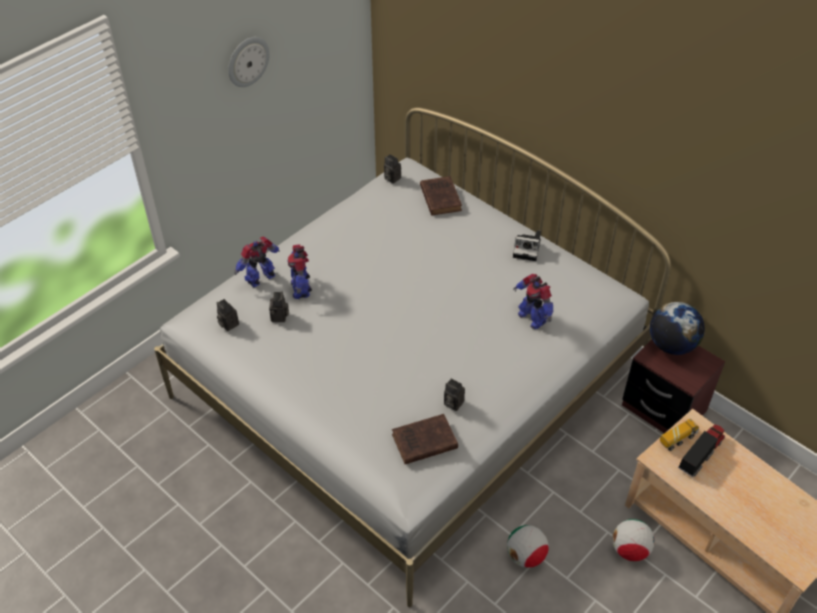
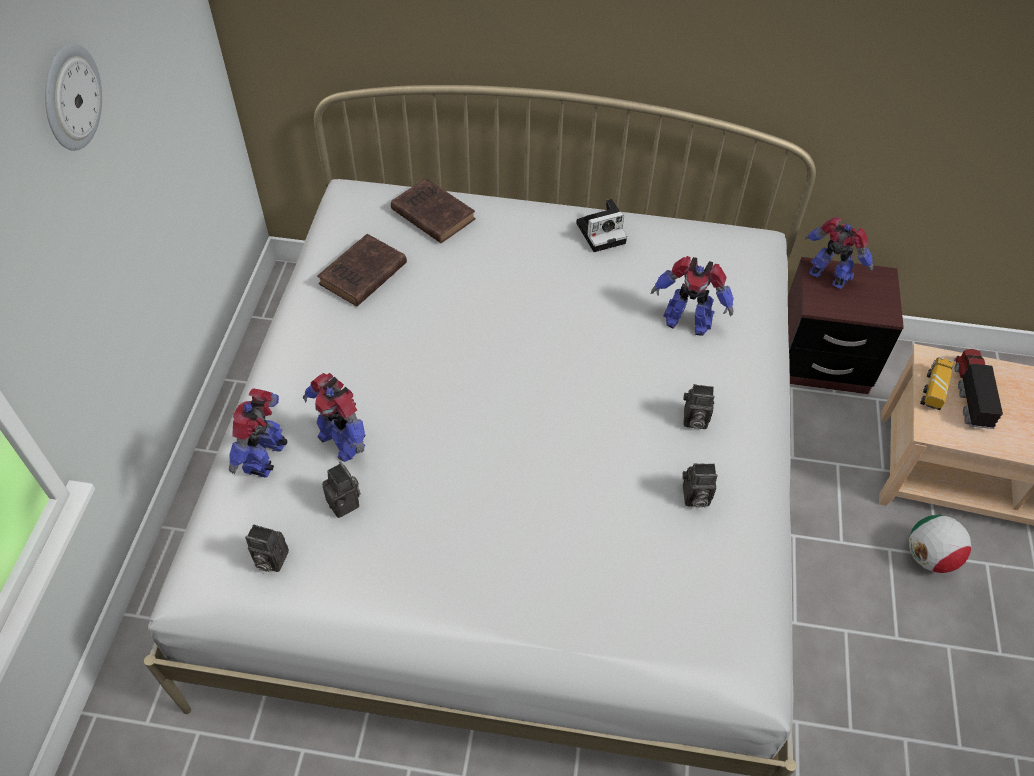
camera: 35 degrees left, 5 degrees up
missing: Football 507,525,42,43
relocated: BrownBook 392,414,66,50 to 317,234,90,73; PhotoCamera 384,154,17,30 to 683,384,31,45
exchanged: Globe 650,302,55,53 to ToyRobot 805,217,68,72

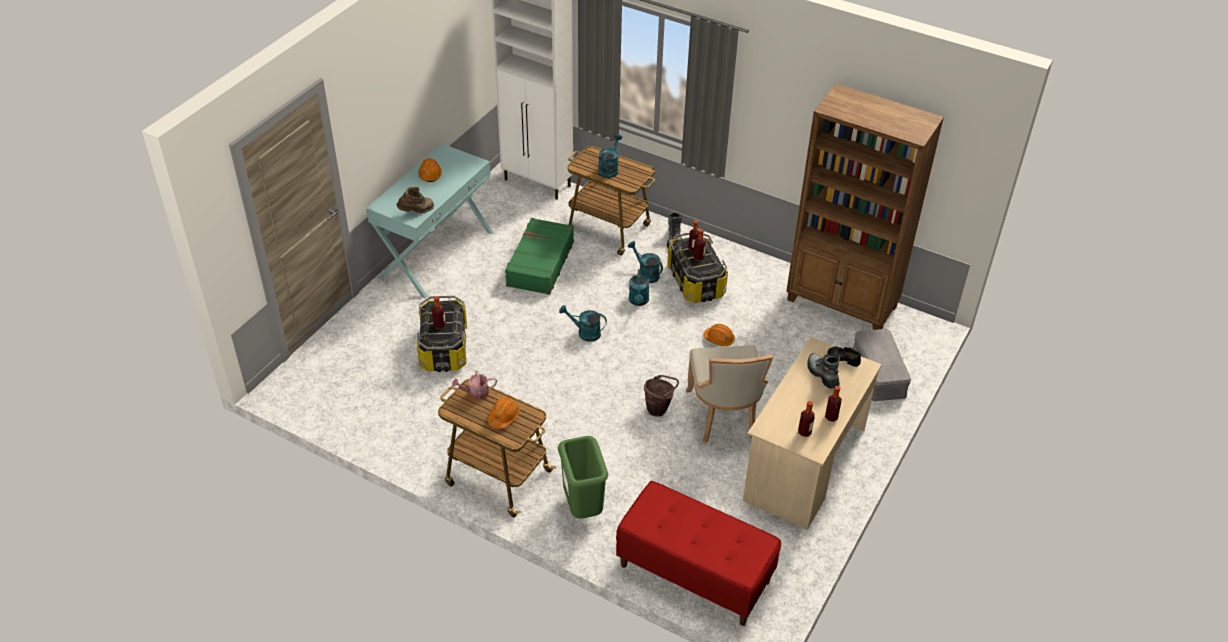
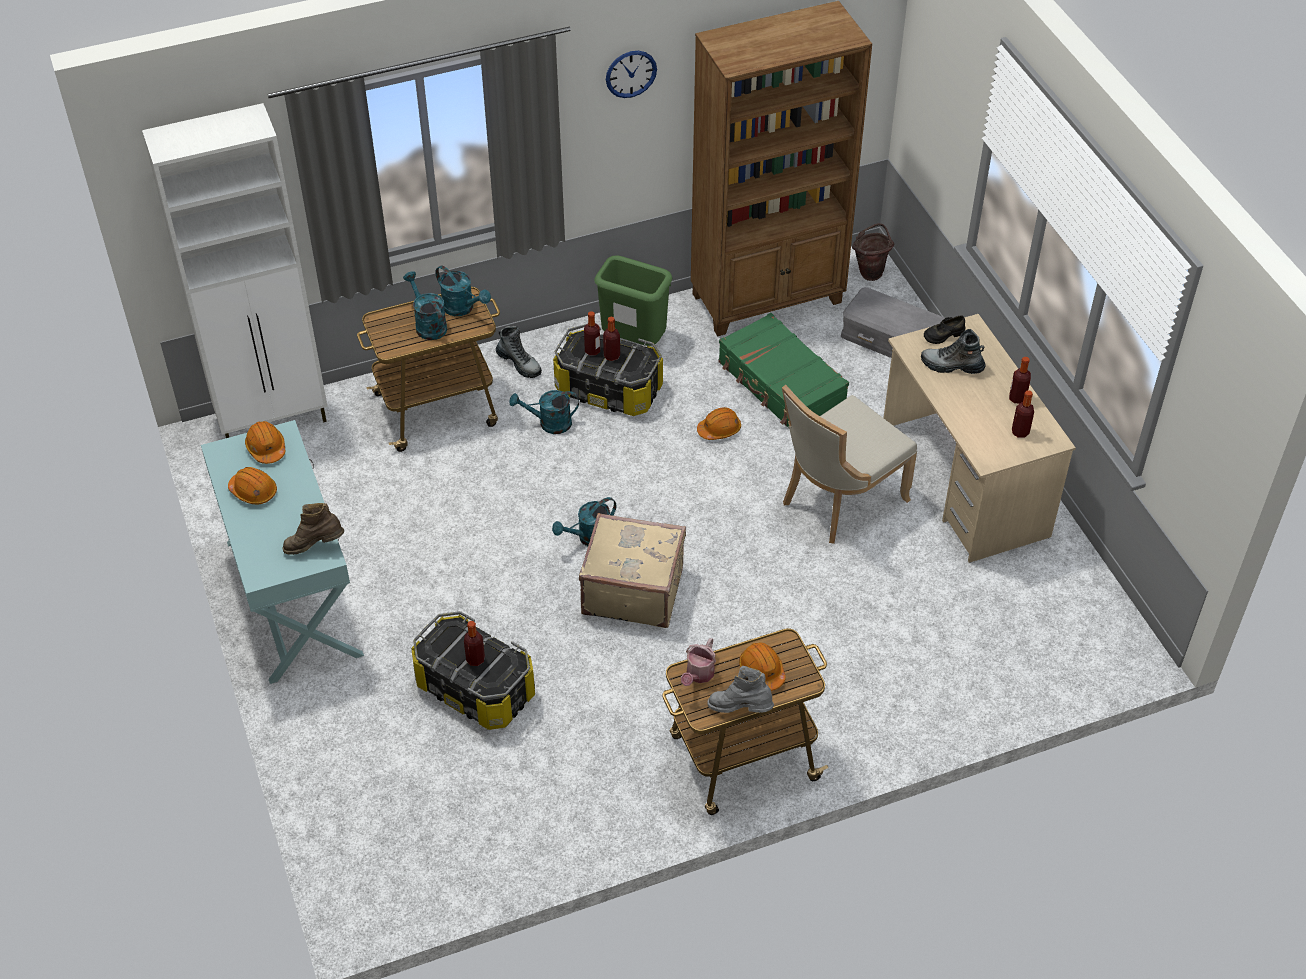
camera: 50 degrees left, 5 degrees up
missing: RedBench 616,481,165,145
appeared: OrangeHardHat 245,421,40,43; BeigeSuitcase 579,513,107,115; WallClock 606,51,51,47; GreyBoot 707,666,67,47
relocated: TurquoiseWateringCan 629,269,20,37 to 435,266,56,50; GreenTrashCan 558,436,50,83 to 594,255,78,91; GreenSuitcase 505,218,69,77 to 718,313,131,114; BrownBucket 644,375,35,42 to 852,223,42,58
spun: BrownBoot 396,187,38,26 = 283,503,61,52 105 degrees counterclockwise; BeigeChair 686,345,87,98 = 782,385,135,159 105 degrees clockwise

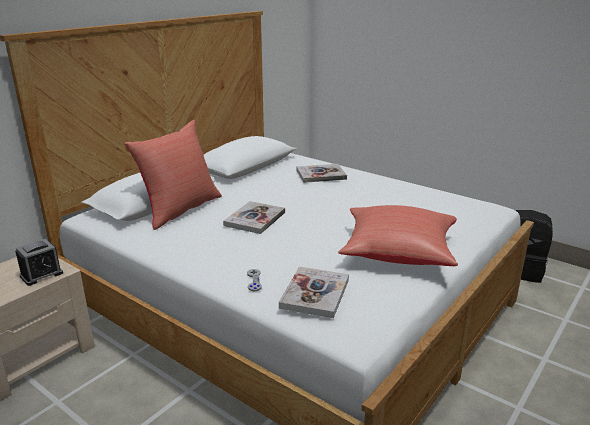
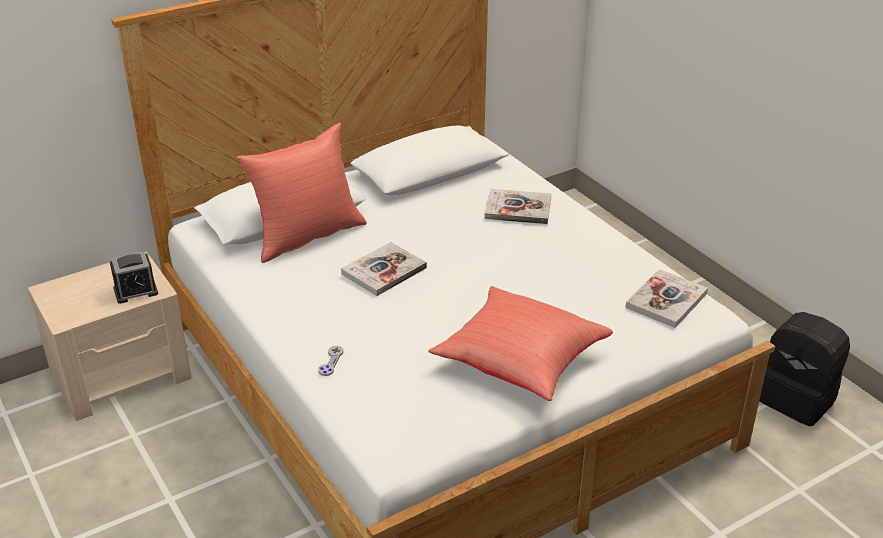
camera: 20 degrees right, 10 degrees up
relocated: Book 279,267,70,51 to 625,269,83,59

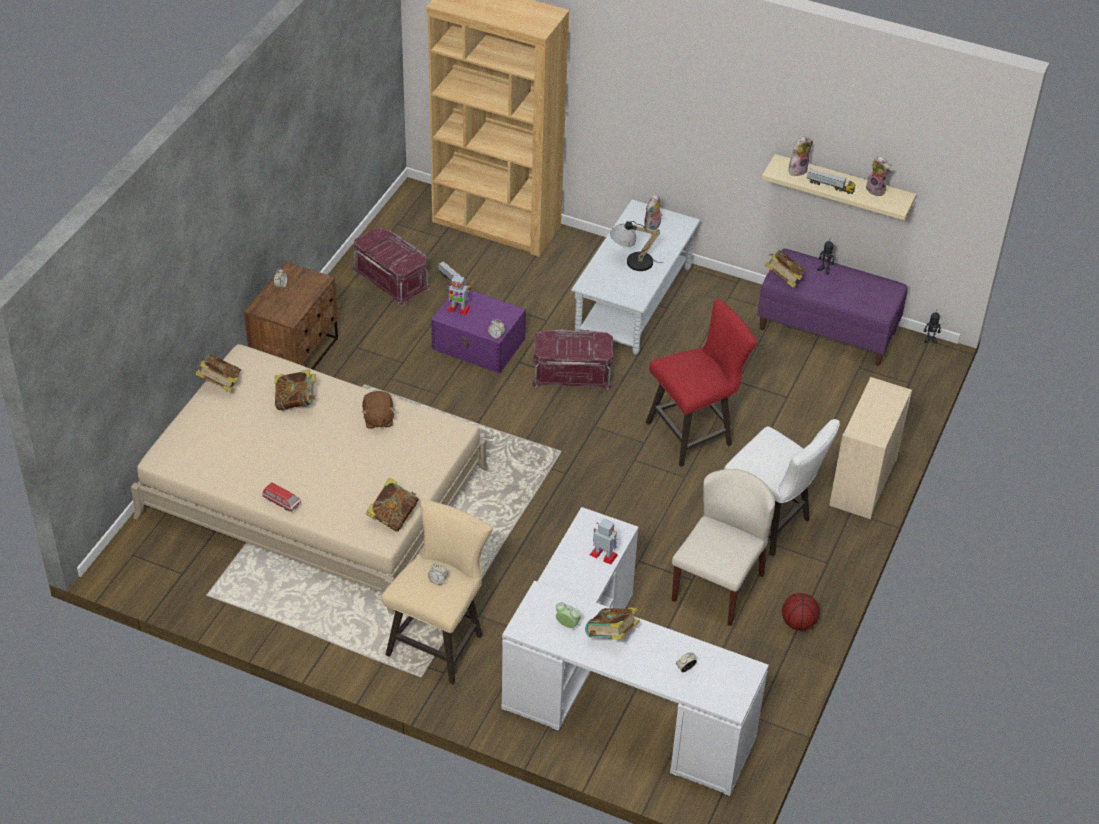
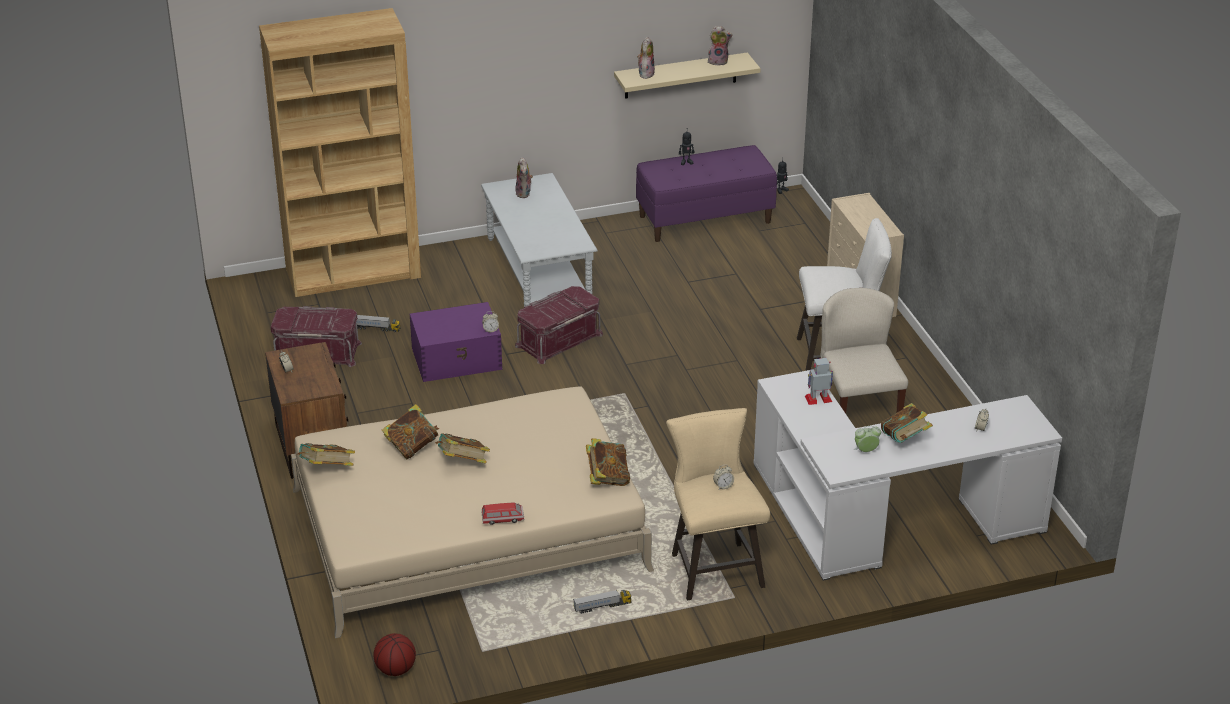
camera: 40 degrees left, 10 degrees down
missing: BrownPlushToy 362,391,34,38; ToyRobot 447,275,24,40; TableLamp 610,221,53,50; RedStool 646,299,111,168
relocated: Basketball 782,593,37,37 to 373,633,43,43; Book 765,250,40,38 to 435,433,55,31; ToyTruck 807,168,49,26 to 573,590,59,24

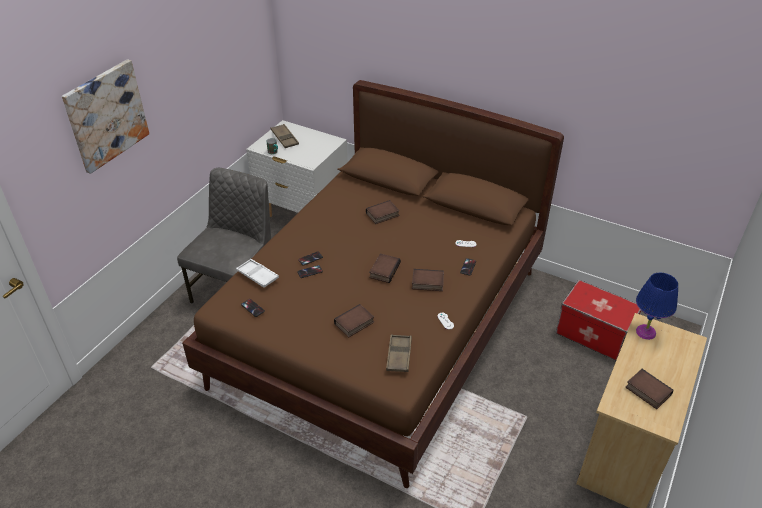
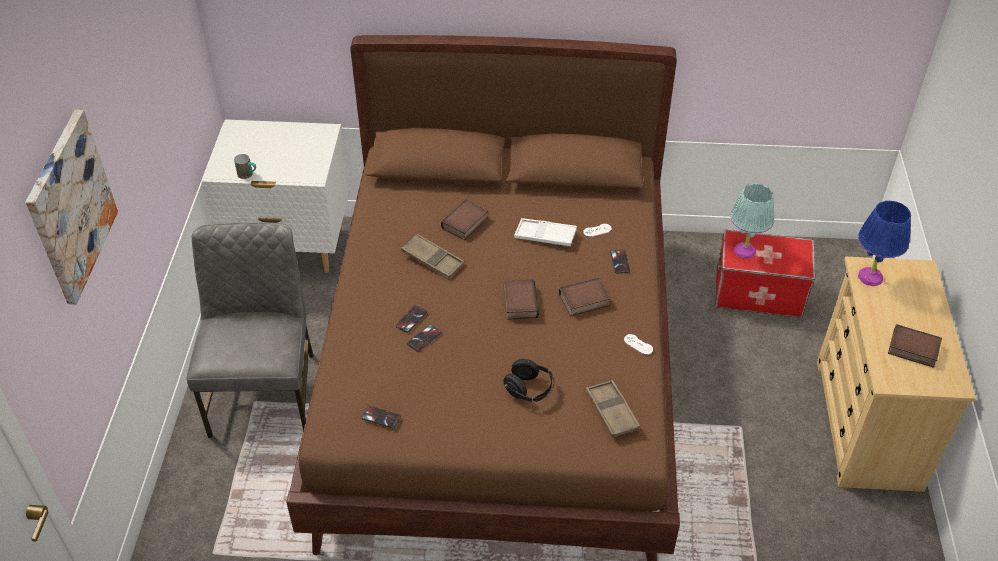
camera: 25 degrees left, 5 degrees up
appeared: TurquoiseTableLamp 731,184,43,75
relocated: BrownTray 271,124,28,24 to 401,234,63,45; WhiteTray 236,259,43,29 to 514,218,63,28
exchanged: Book 334,304,40,34 to BlackHeadphones 503,359,51,43

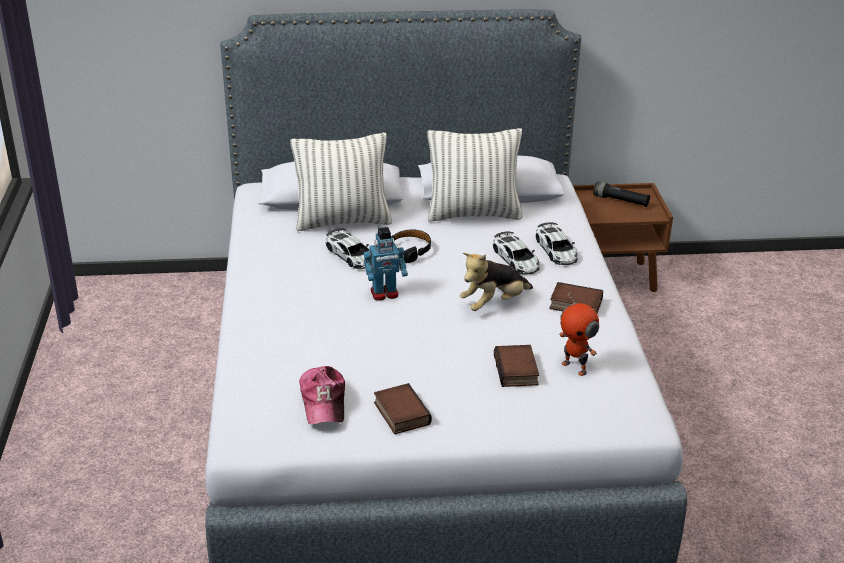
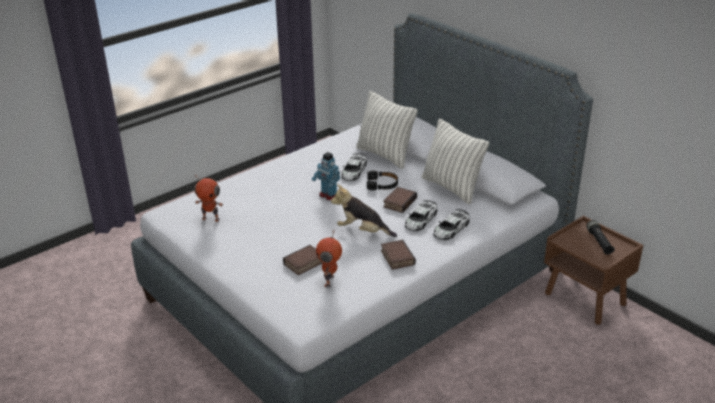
camera: 55 degrees right, 0 degrees up
relocated: Book 374,383,58,51 to 383,187,34,26
exchanged: Cap 299,366,46,58 to ToyRobot 194,174,29,48

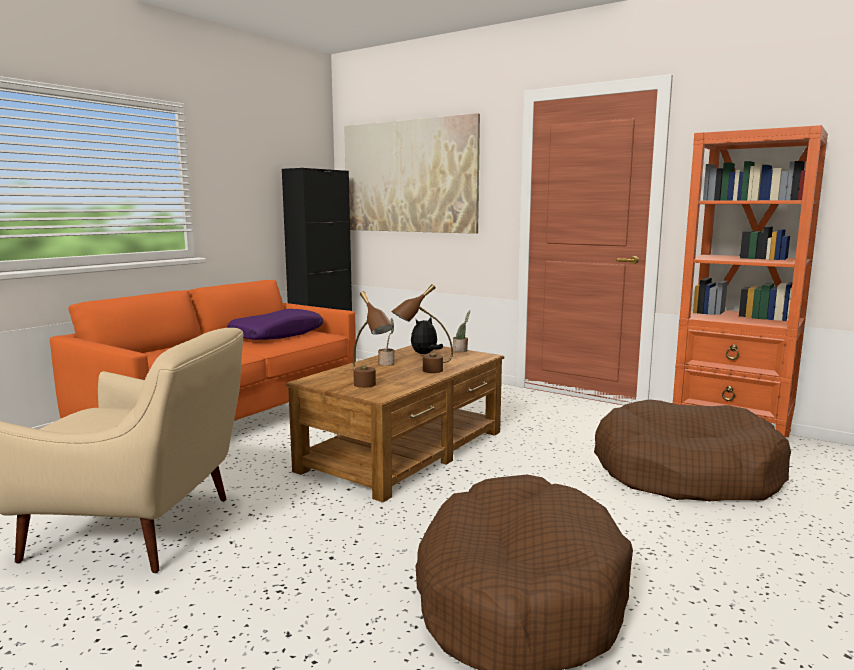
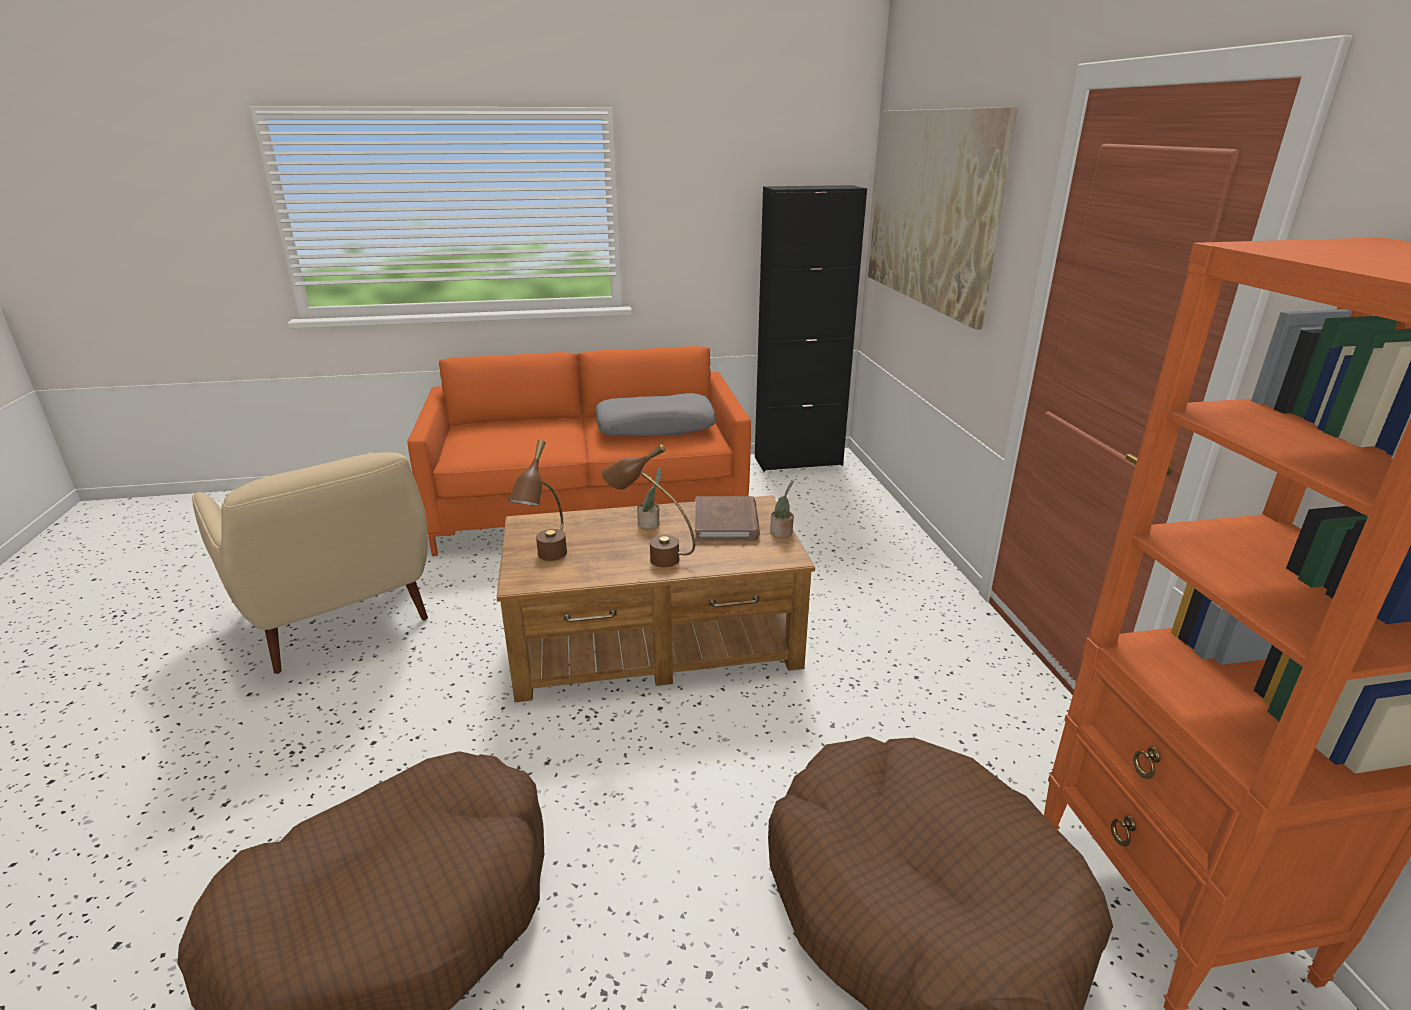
camera: 45 degrees right, 15 degrees up
exchanged: PlushToy 411,317,32,37 to BrownBook 695,496,65,45
colour: PurplePillow 227,309,96,31 to GreyPillow 595,393,121,44

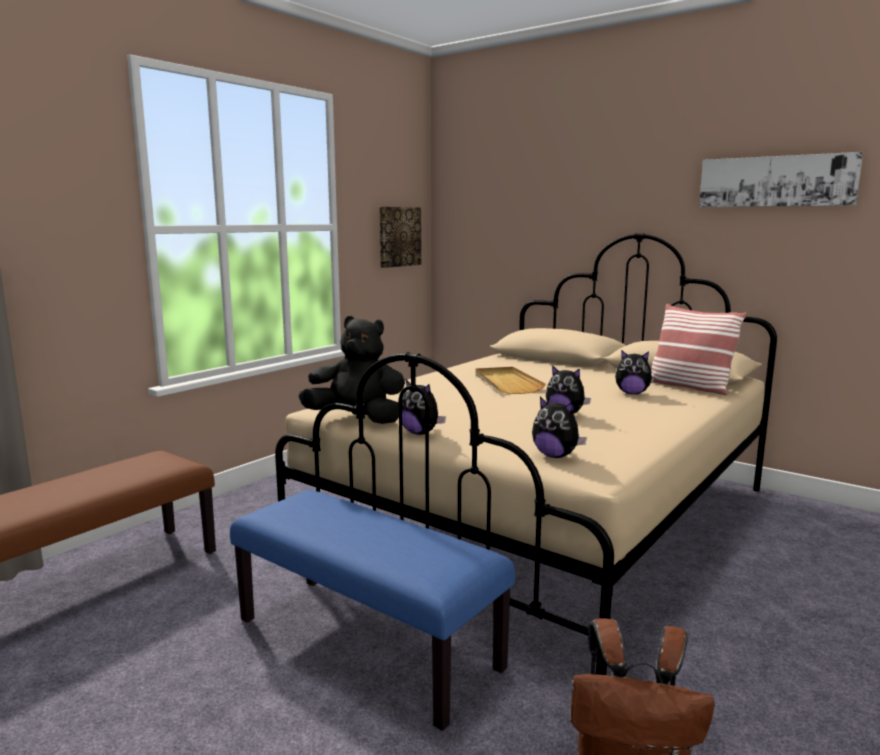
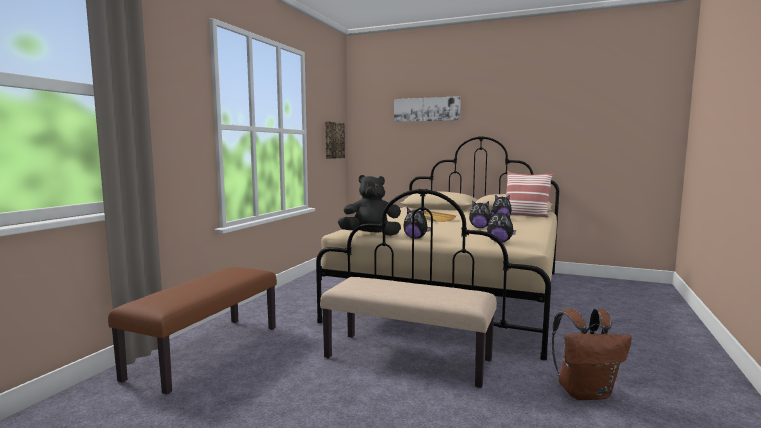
camera: 15 degrees left, 5 degrees down
relocated: Picture 699,152,164,55 to 394,96,67,26
colour: BlueBench 230,490,285,241 to BeigeBench 320,277,177,111

